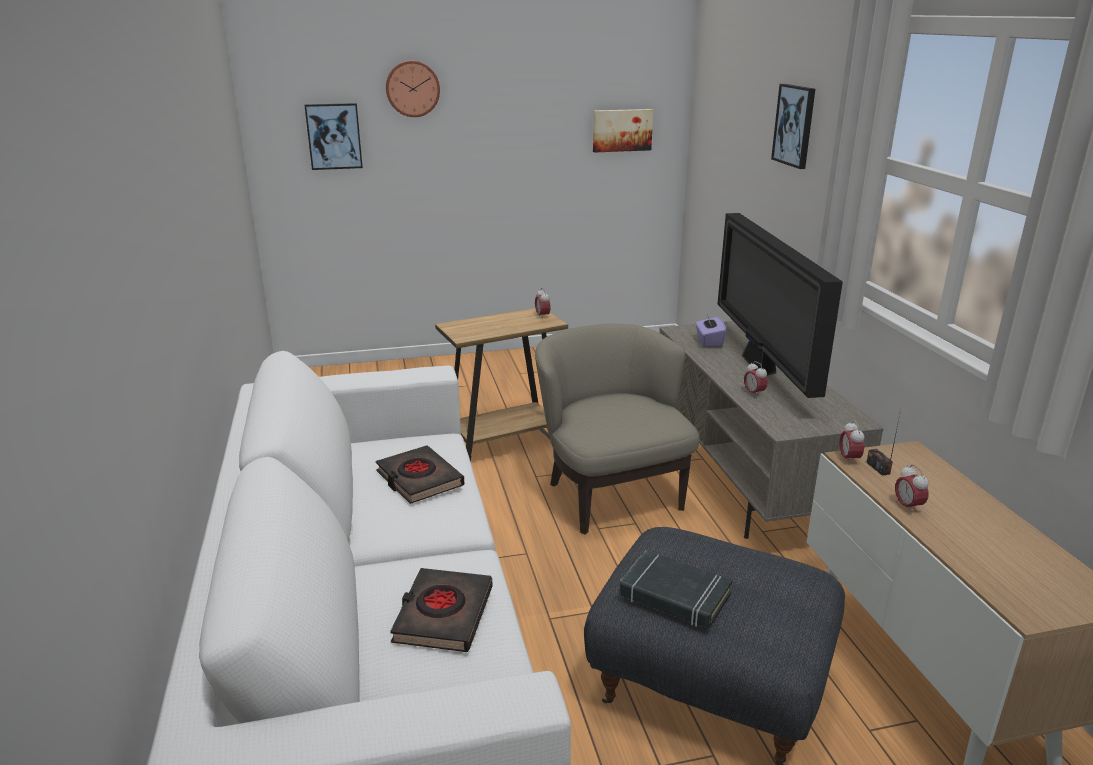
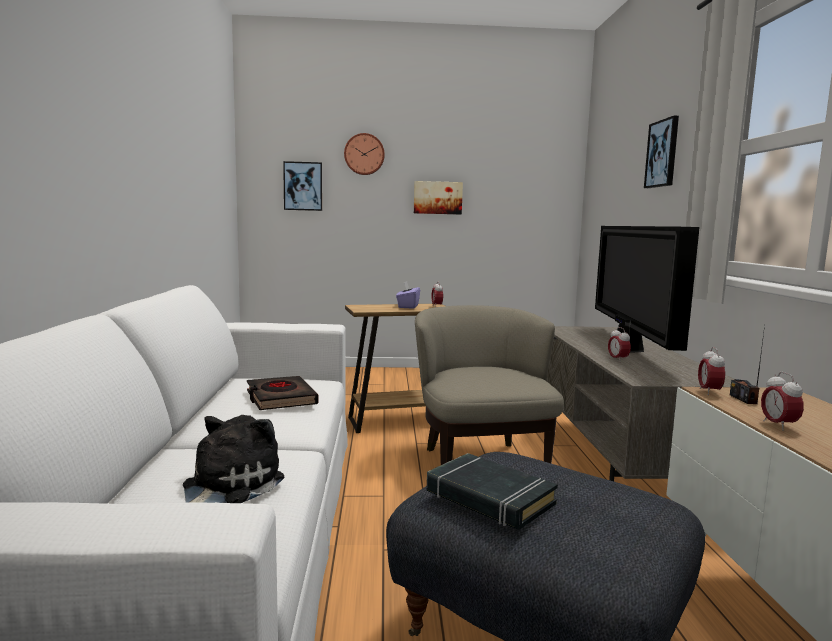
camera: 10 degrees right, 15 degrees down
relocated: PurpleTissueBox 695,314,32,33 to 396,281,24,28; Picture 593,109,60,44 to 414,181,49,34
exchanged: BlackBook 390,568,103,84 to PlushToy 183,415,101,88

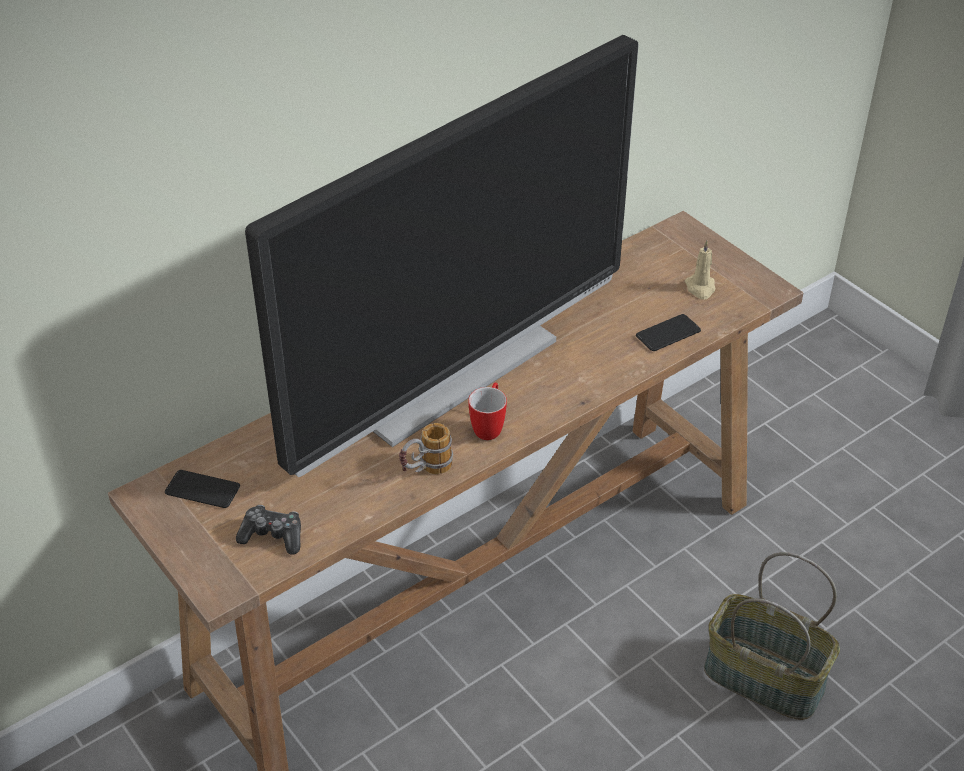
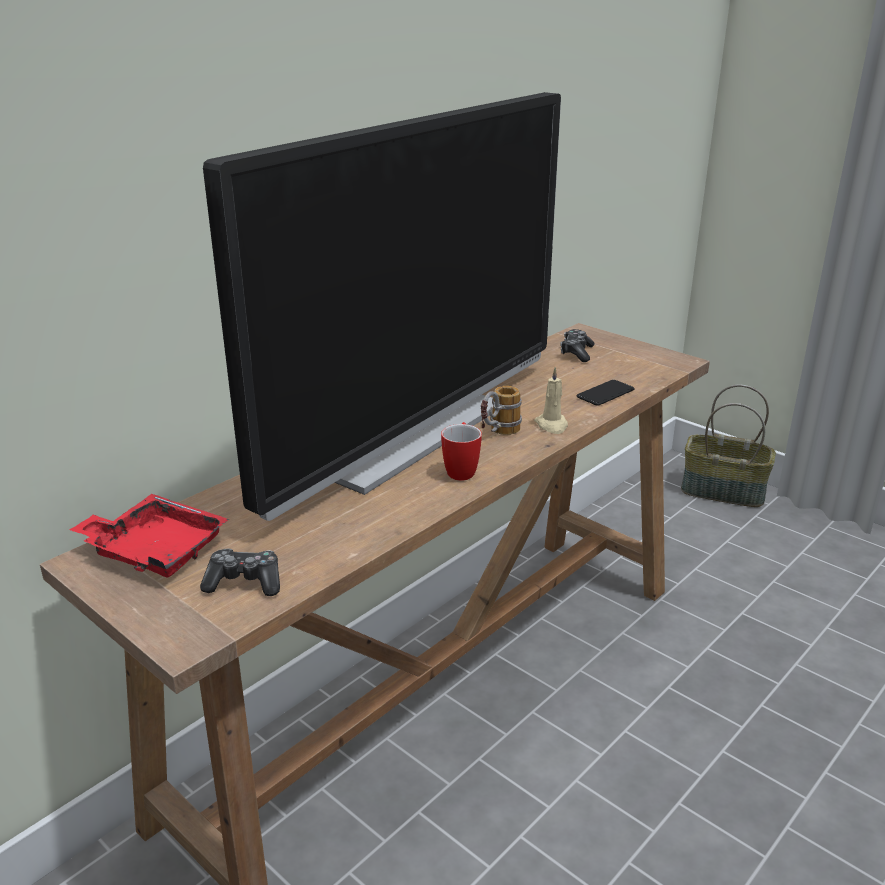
camera: 10 degrees left, 15 degrees down
appeared: GameController 560,329,35,33
relocated: Mug 399,423,54,51 to 481,386,41,49; BeigeCandle 685,240,30,60 to 534,367,34,67; Basket 704,552,136,168 to 681,385,95,122
exchanged: Phone 165,470,75,38 to RedTray 69,494,160,83

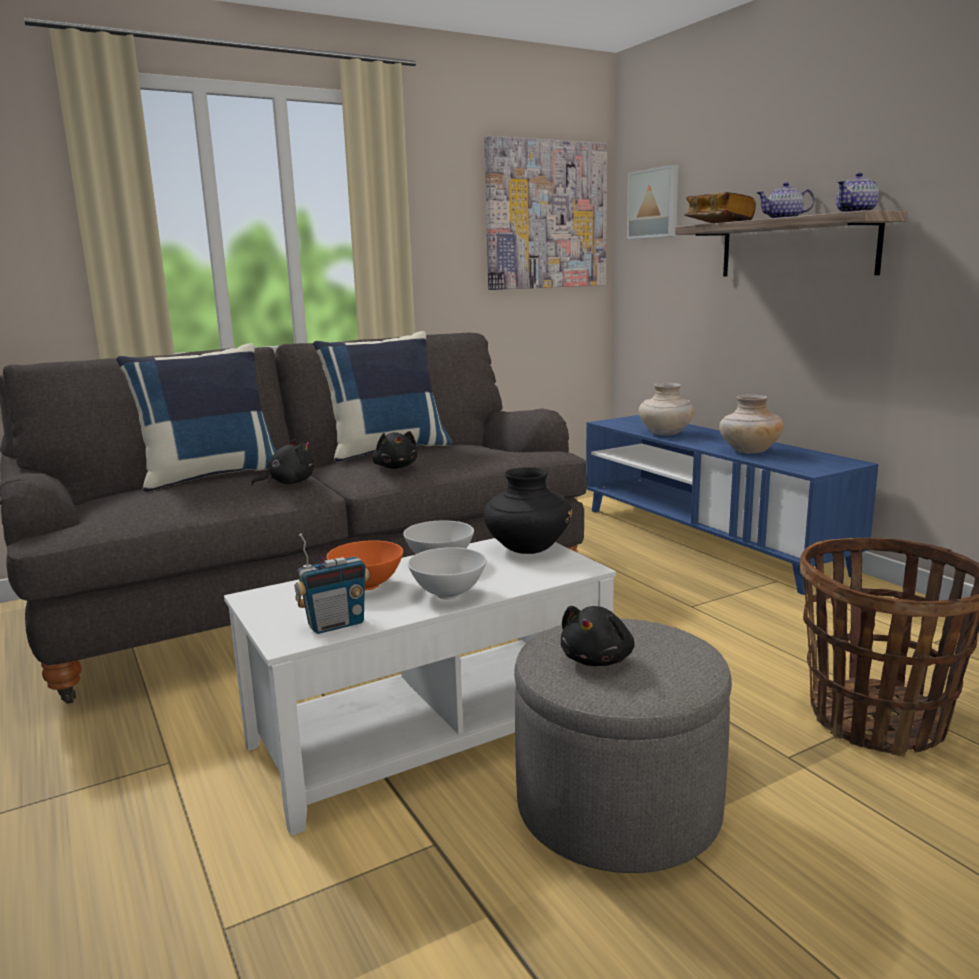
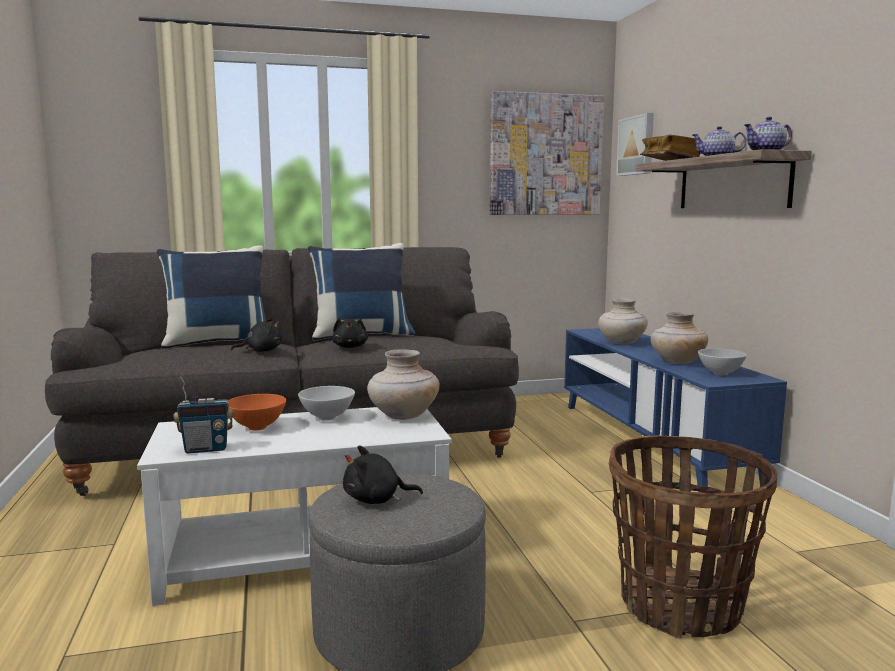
camera: 15 degrees right, 5 degrees down
relocated: WhiteBowl 408,547,79,52 to 698,348,49,27
colour: BlackVase 483,467,89,87 to BeigeVase 367,349,72,71
spun: BlackPlushToy 560,606,75,60 = 343,445,80,59 45 degrees clockwise

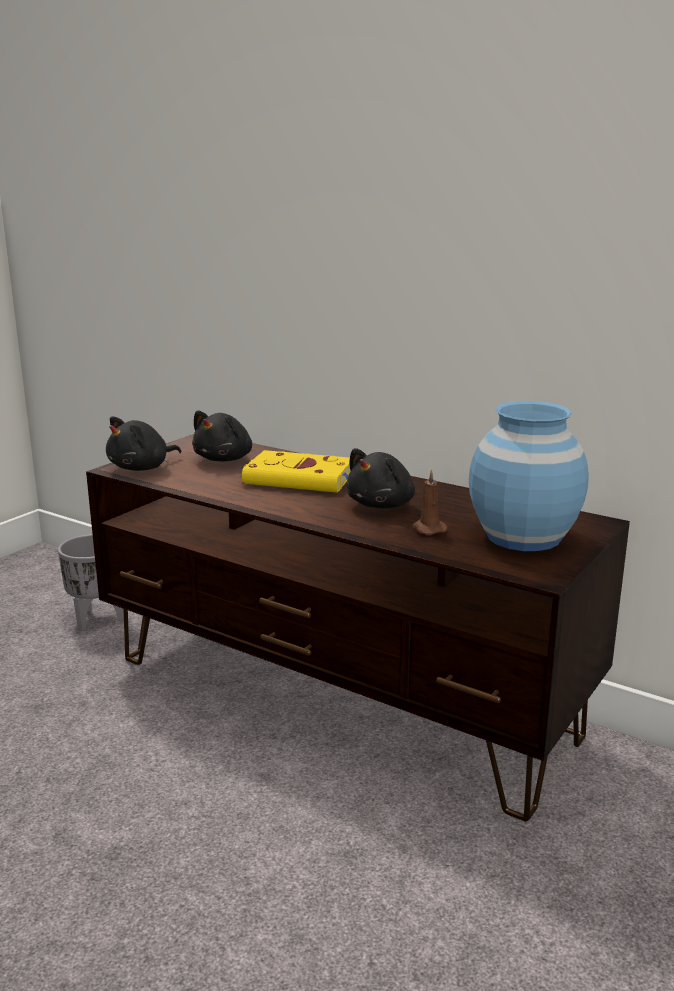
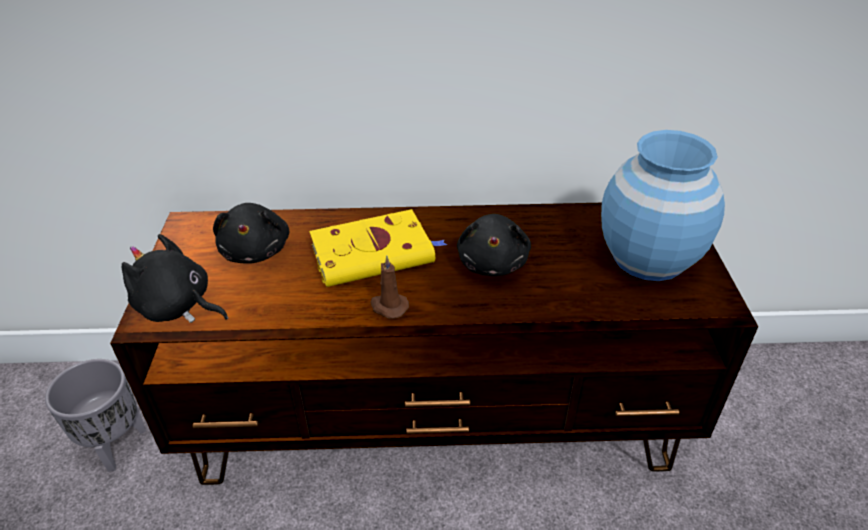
camera: 35 degrees left, 20 degrees up
relocated: BrownCandle 412,469,35,66 to 370,255,39,64
spun: BlackPlushToy 106,416,75,55 = 122,234,106,89 105 degrees clockwise

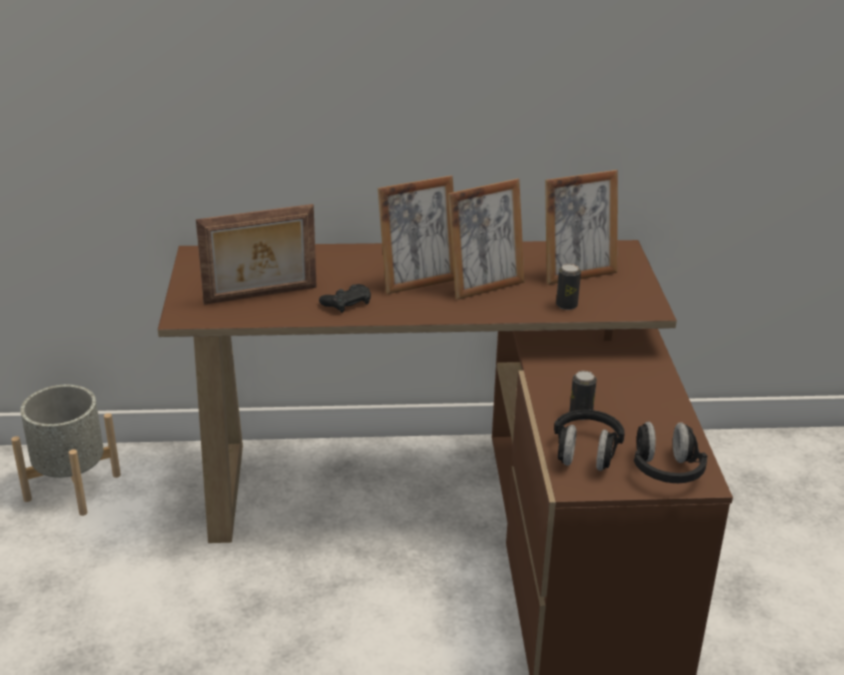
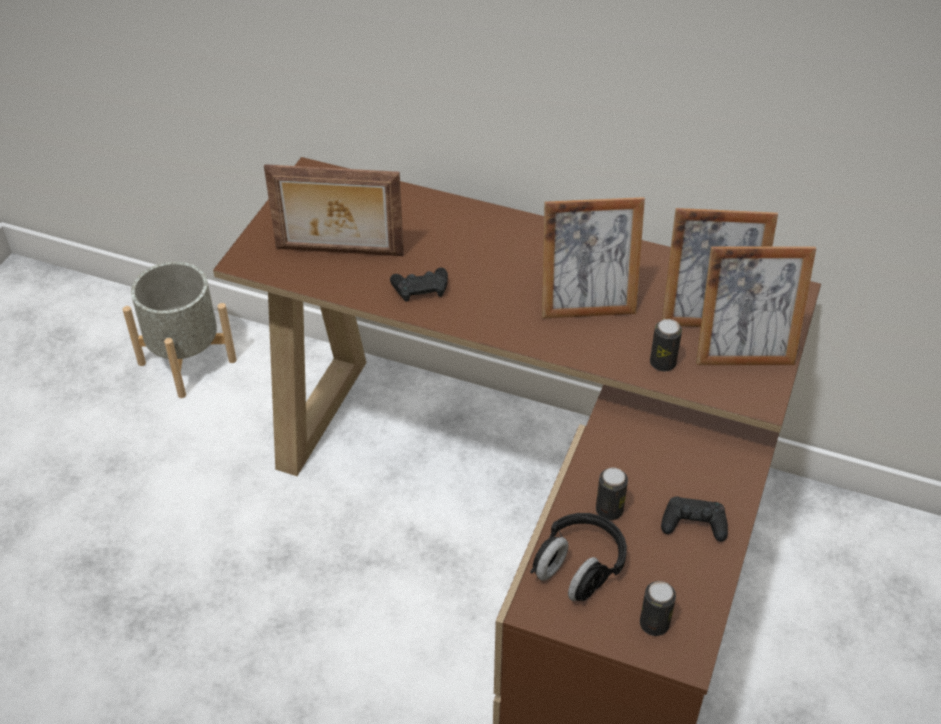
camera: 25 degrees right, 15 degrees up
appeared: BlackGameController 661,496,67,46
relocated: PictureFrame 378,175,76,119 to 696,246,120,119
exchanged: BlackHeadphones 634,422,73,61 to Can 640,581,36,55

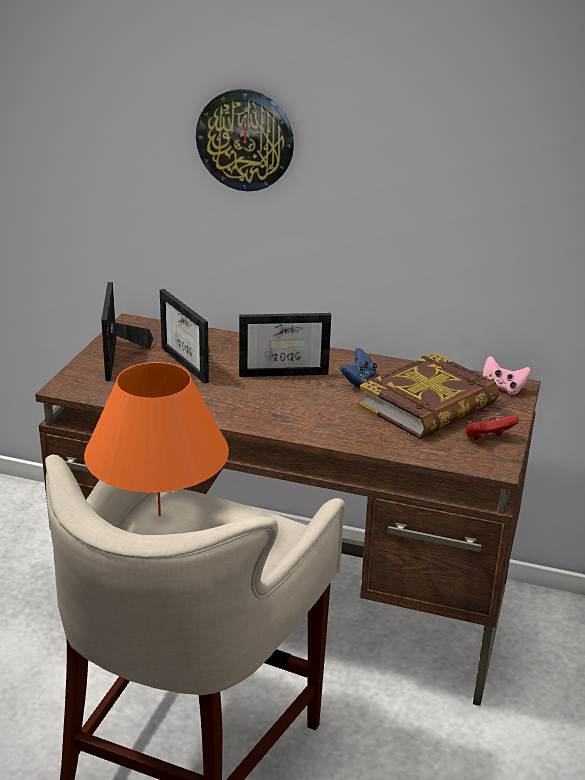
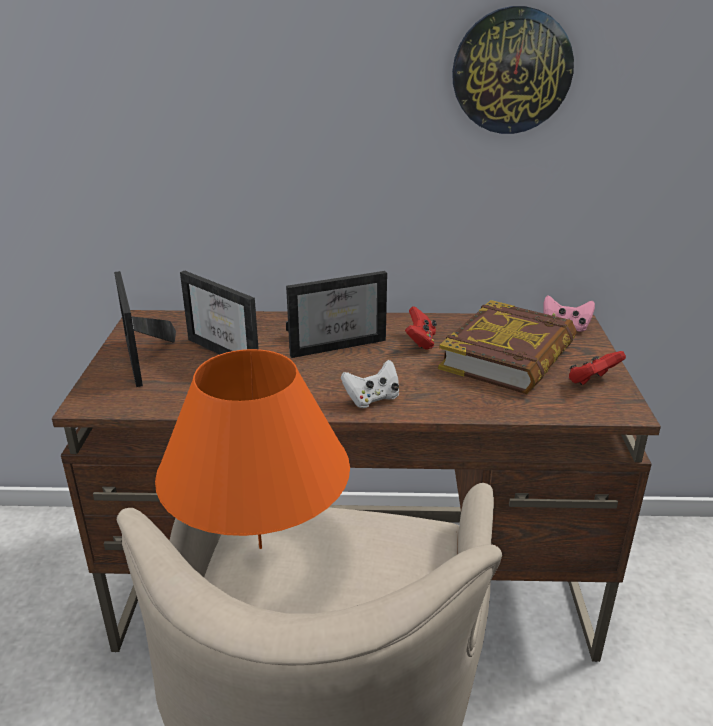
camera: 15 degrees left, 0 degrees up
appeared: WhiteGameController 341,360,58,48
relocated: WallClock 196,89,98,102 to 452,6,122,128
colour: BlueGameController 340,348,37,40 to RedGameController 405,306,32,44

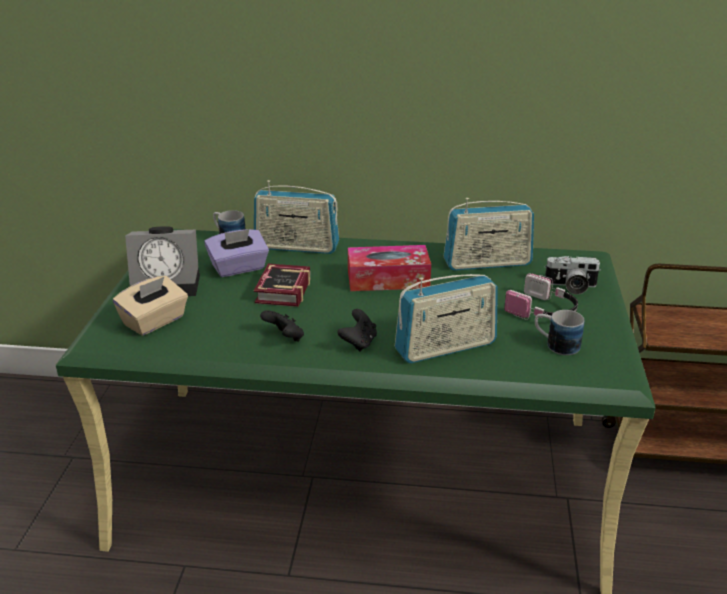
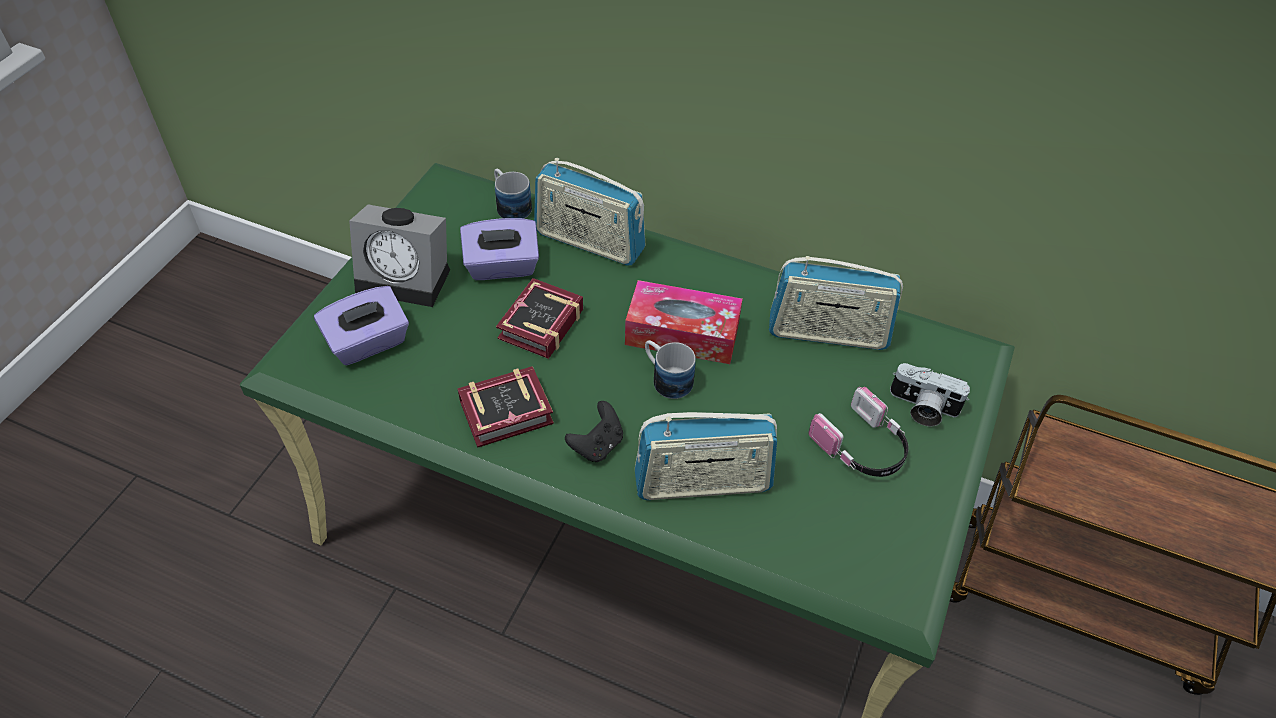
camera: 15 degrees right, 20 degrees up
relocated: Mug 535,310,49,45 to 645,340,51,59
exchanged: BlackGameController 260,310,44,32 to Book 457,366,97,82
colour: BeigeTissueBox 113,276,75,60 to PurpleTissueBox 314,286,95,79

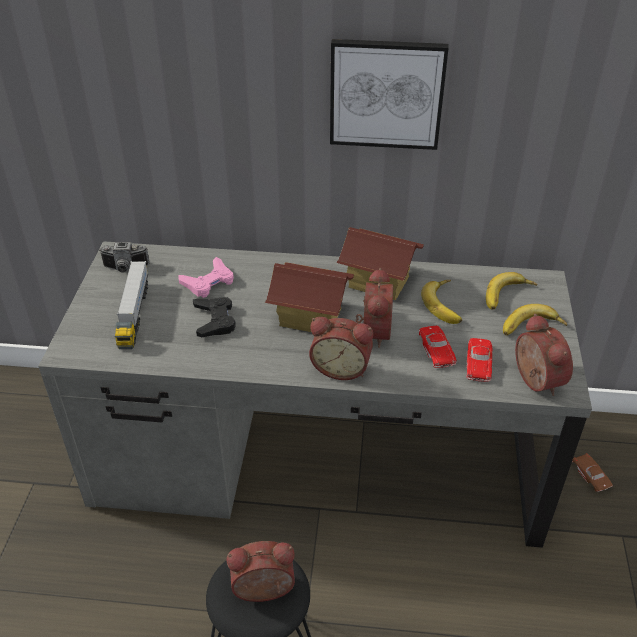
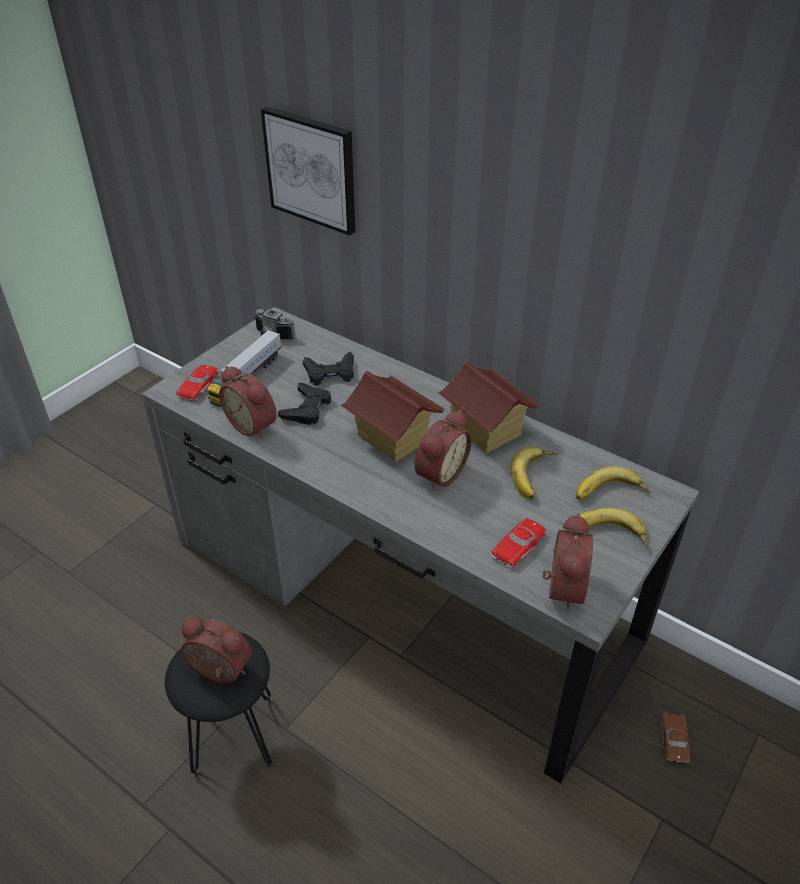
camera: 30 degrees right, 0 degrees up
relocated: RedToyCar 419,326,38,42 to 176,365,42,36; AlarmClock 309,317,64,63 to 219,366,58,73; Picture 330,39,119,111 to 261,106,94,130
colour: PinkGameController 178,257,56,41 to BlackGameController 303,352,51,33

